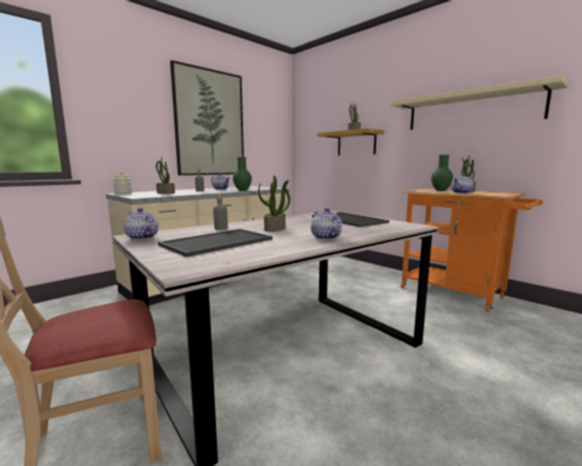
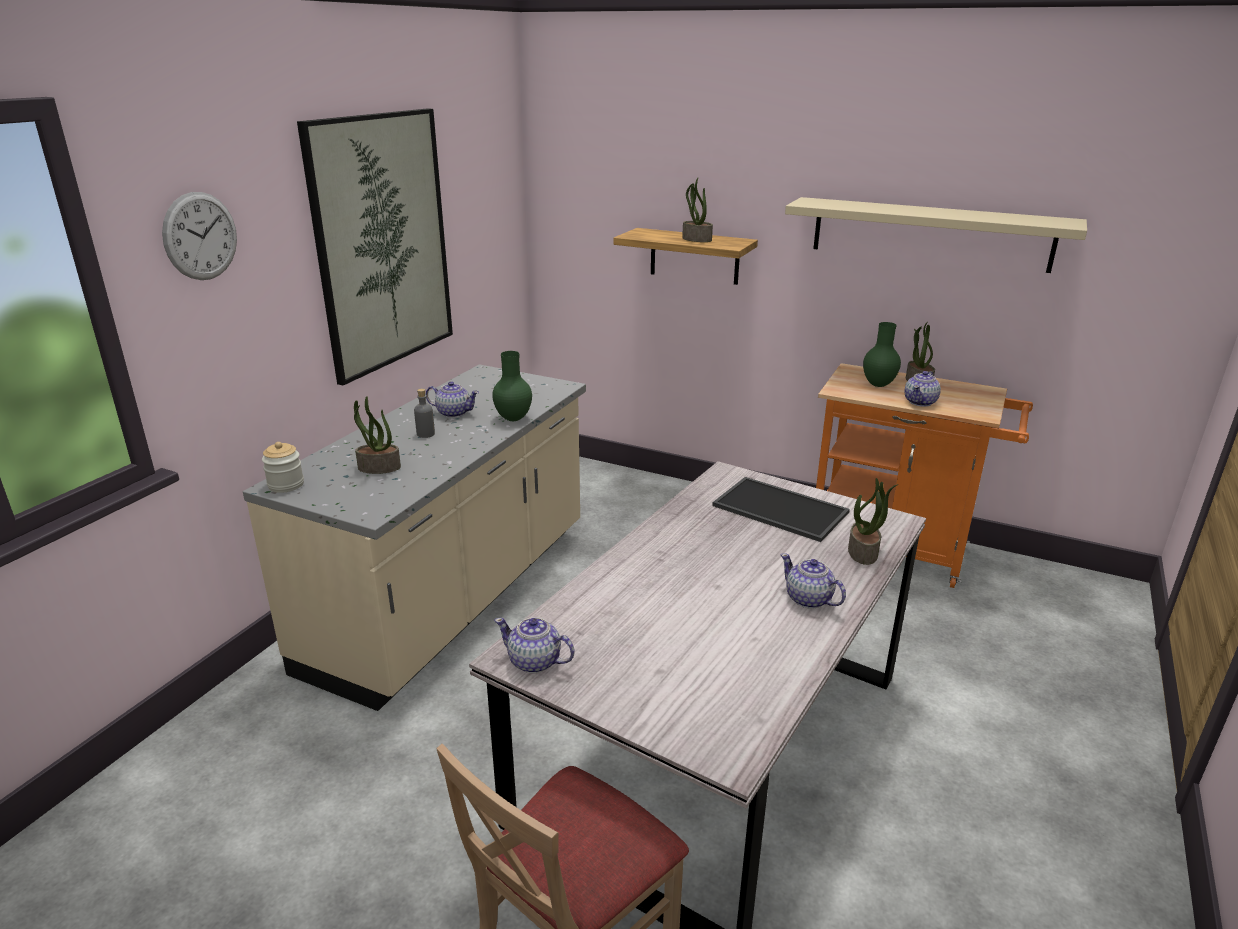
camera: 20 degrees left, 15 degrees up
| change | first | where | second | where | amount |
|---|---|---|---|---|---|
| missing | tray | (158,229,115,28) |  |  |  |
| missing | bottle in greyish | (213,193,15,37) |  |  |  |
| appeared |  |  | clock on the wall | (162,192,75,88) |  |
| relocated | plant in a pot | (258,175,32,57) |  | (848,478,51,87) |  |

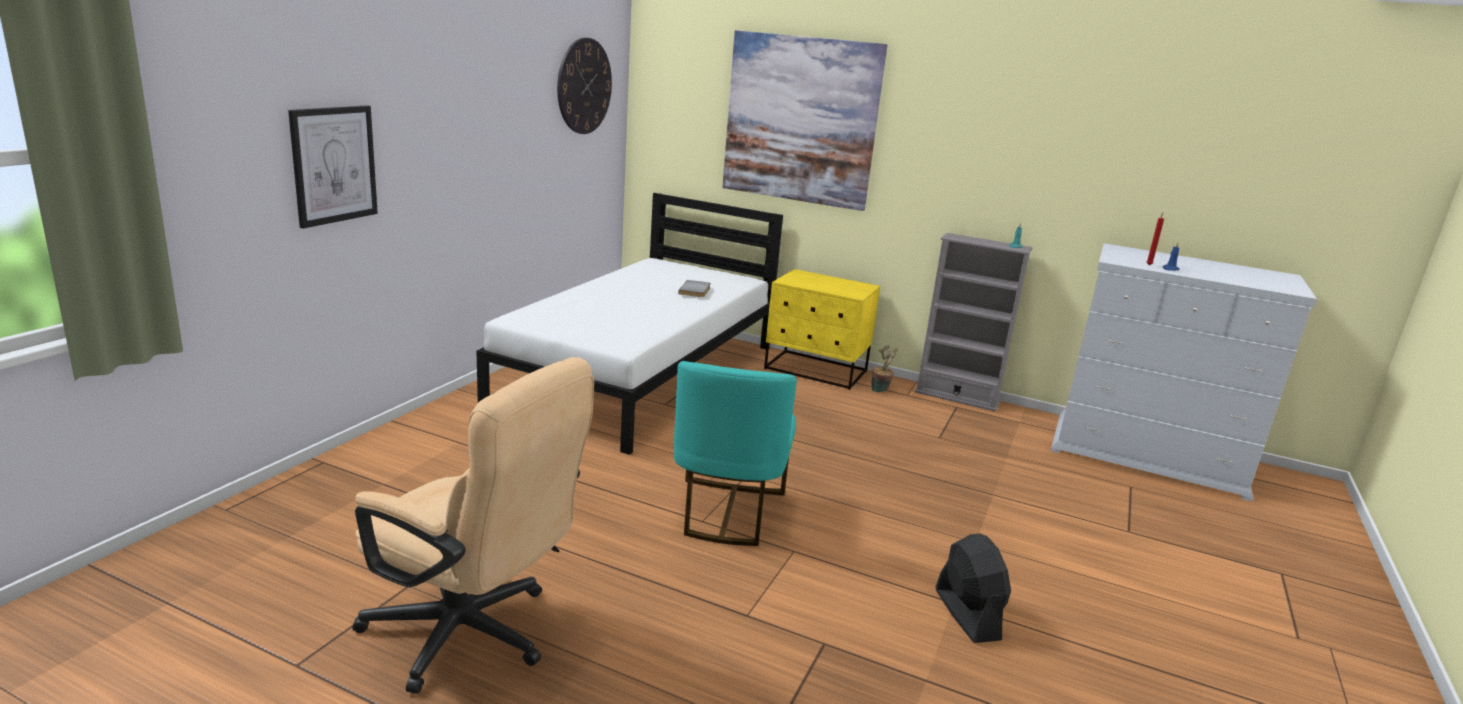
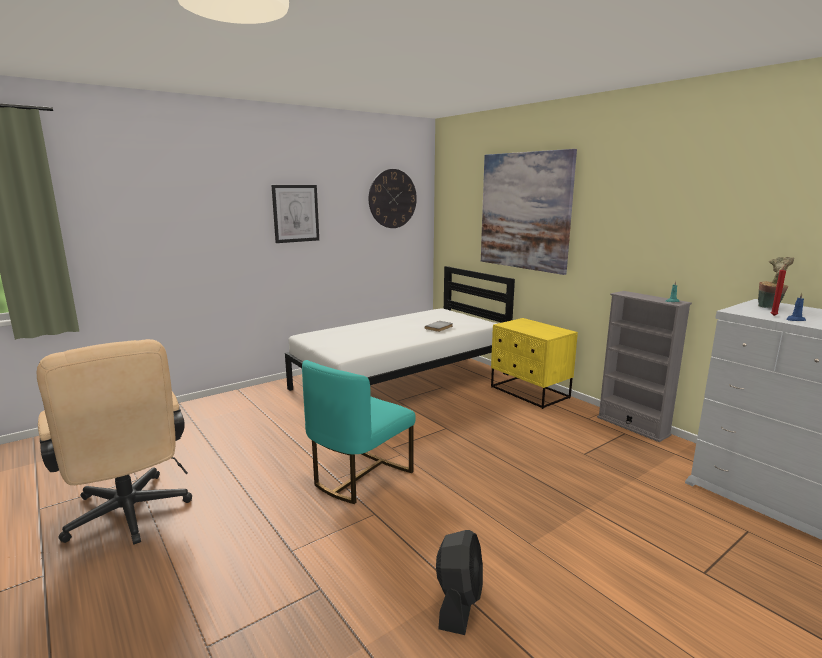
camera: 30 degrees right, 5 degrees down
| change | first | where | second | where | amount |
|---|---|---|---|---|---|
| relocated | wall art | (288,105,90,124) |  | (271,185,48,58) |  |
| relocated | plant in a pot | (871,345,27,47) |  | (758,257,36,51) |  |

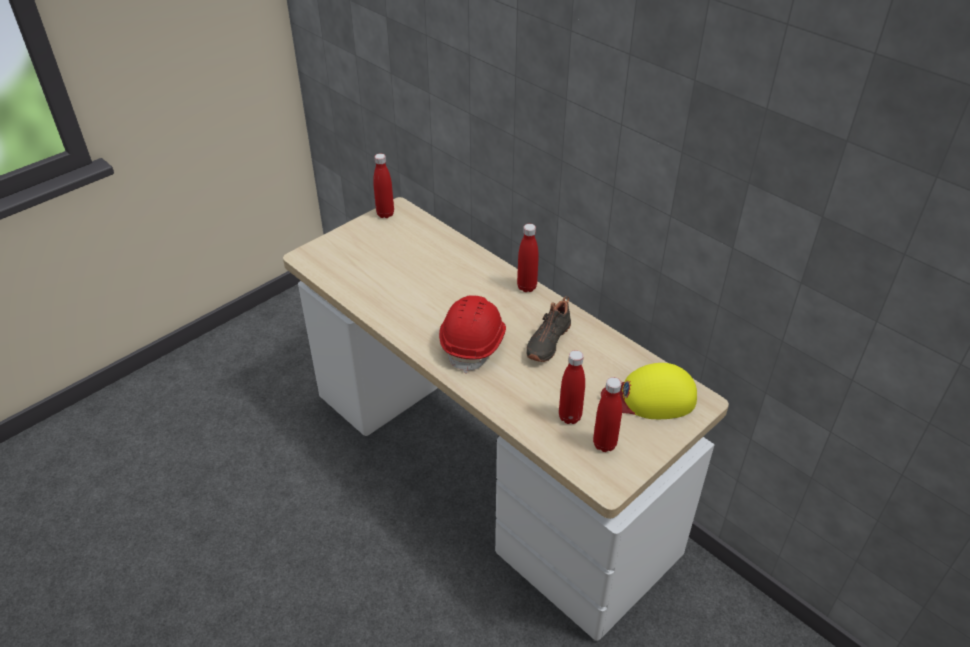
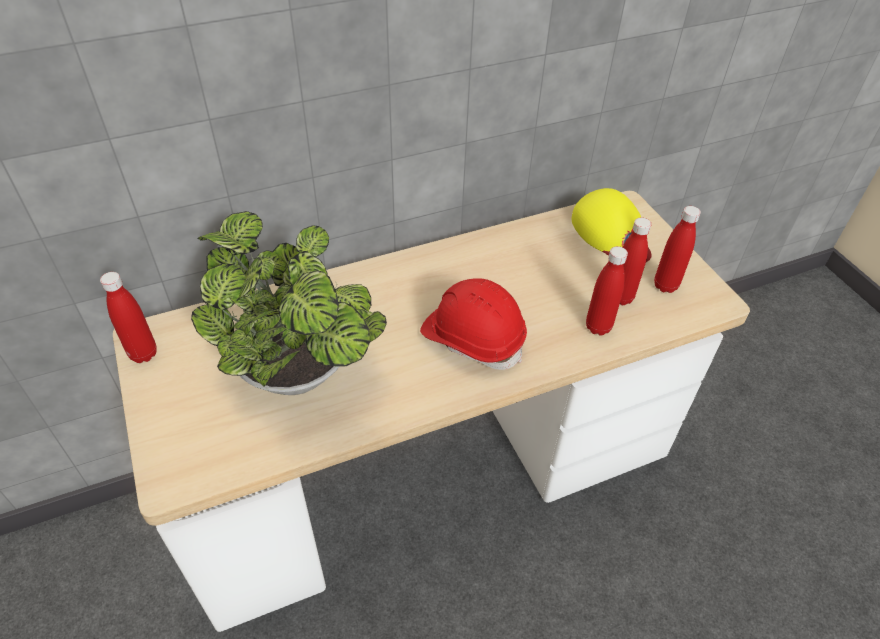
camera: 70 degrees left, 5 degrees up
| change | first | where | second | where | amount |
|---|---|---|---|---|---|
| missing | item of footwear in black-coloured | (526,296,45,66) |  |  |  |
| appeared |  |  | plant in a pot | (191,211,196,184) |  |
| relocated | bottle in red-coloured | (517,224,22,68) |  | (586,246,42,90) |  |
| spun | cap in yellow-coloured | (601,363,96,56) |  | (572,188,80,74) | 45 degrees counterclockwise |

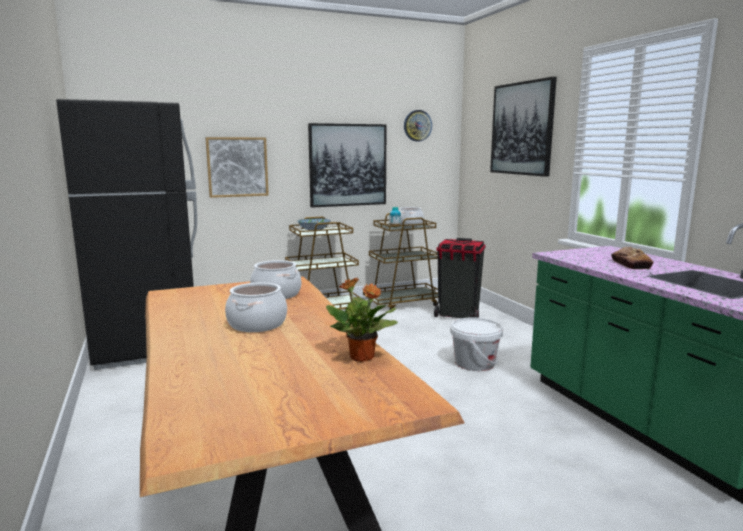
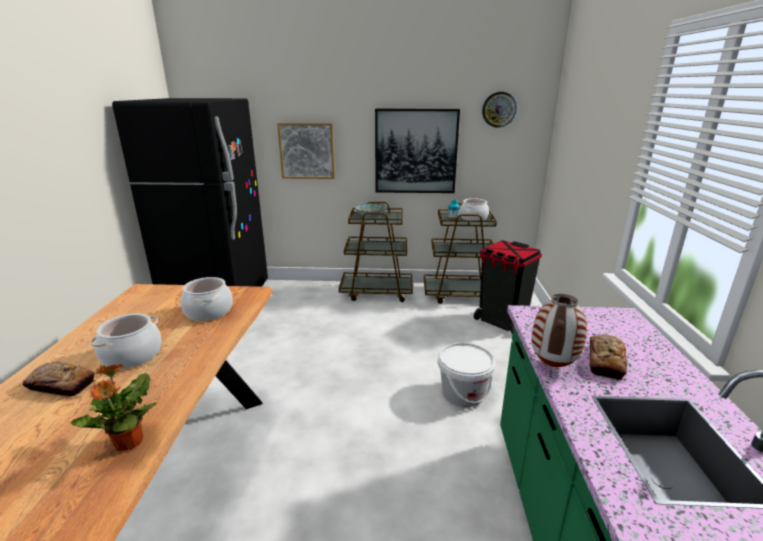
camera: 25 degrees right, 10 degrees up
| change | first | where | second | where | amount |
|---|---|---|---|---|---|
| missing | wall art | (490,77,67,100) |  |  |  |
| appeared |  |  | bread | (22,362,73,35) |  |
| appeared |  |  | decorative vase | (531,294,56,73) |  |

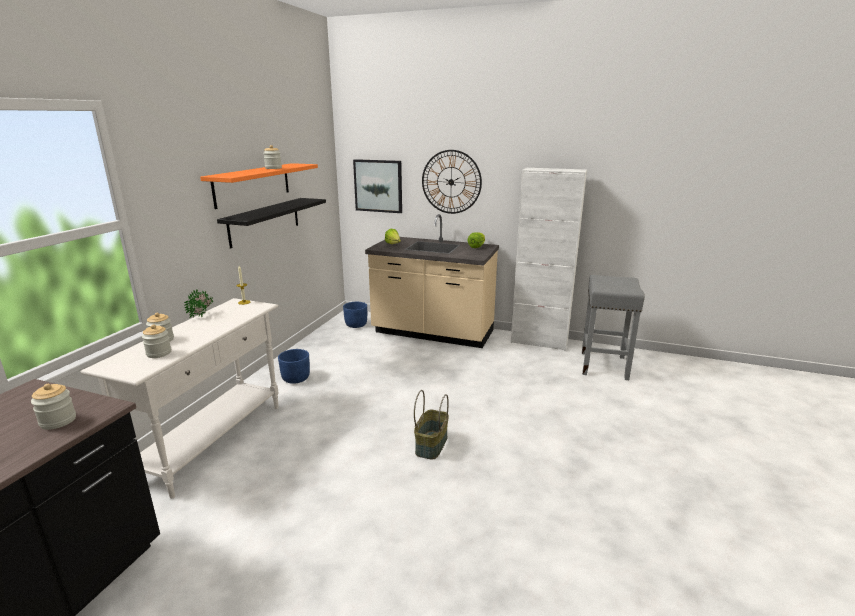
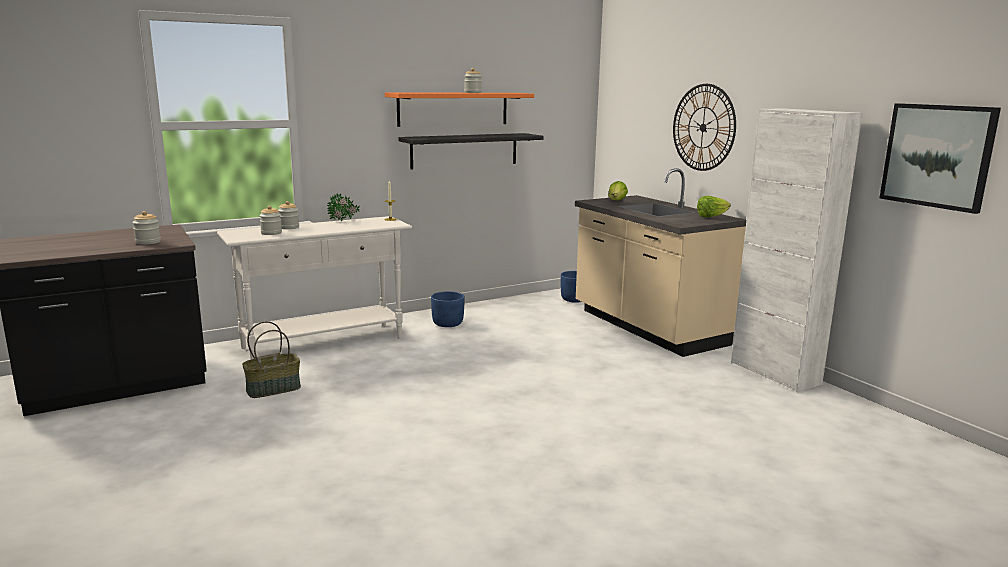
camera: 40 degrees right, 5 degrees down
| change | first | where | second | where | amount |
|---|---|---|---|---|---|
| missing | sitting stool in greyish | (582,275,63,105) |  |  |  |
| relocated | wall art | (353,159,49,54) |  | (880,103,121,111) |  |
| relocated | household basket | (414,390,35,70) |  | (242,321,59,77) |  |

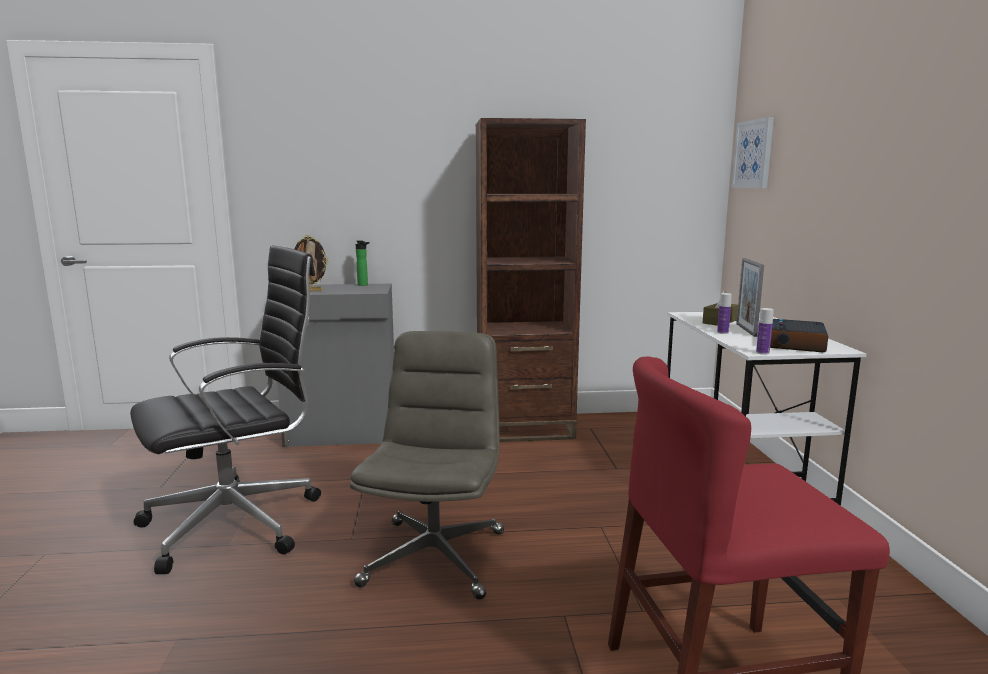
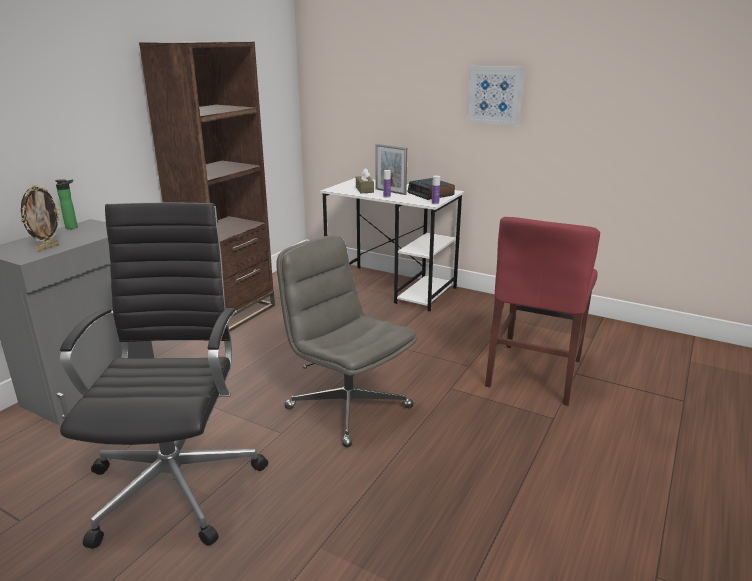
camera: 55 degrees left, 10 degrees up
| change | first | where | second | where | amount |
|---|---|---|---|---|---|
| relocated | wall art | (732,117,42,71) |  | (467,66,57,59) |  |

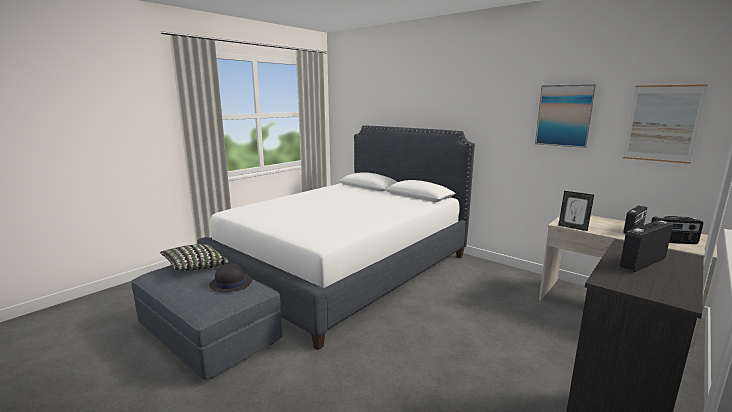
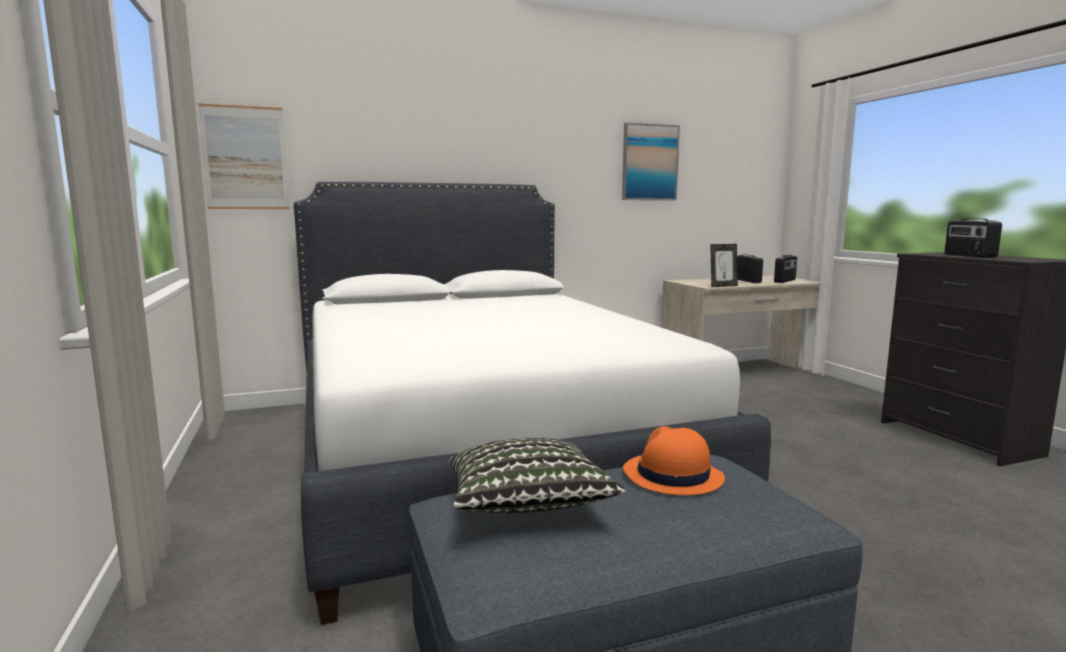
camera: 60 degrees left, 5 degrees down
| change | first | where | second | where | amount |
|---|---|---|---|---|---|
| relocated | wall art | (623,84,85,80) |  | (198,103,92,106) |  |
| colour | wearable hat in black-coloured | (209,263,43,29) | wearable hat in orangey | (623,426,102,69) |  |

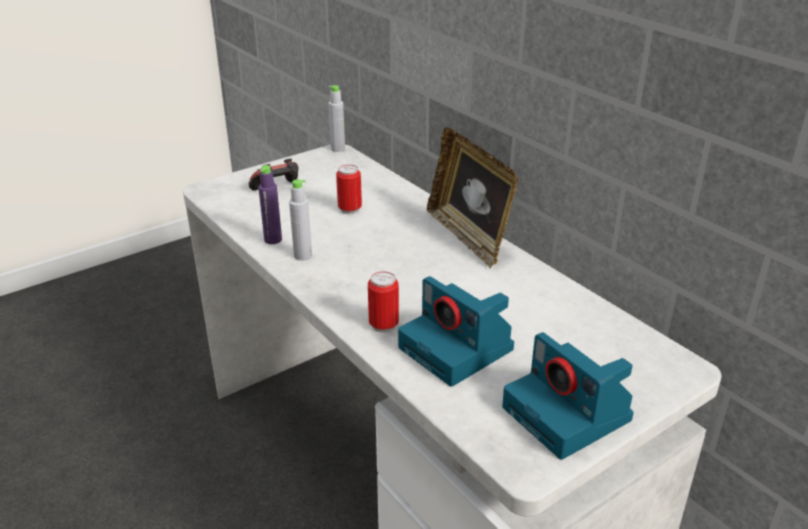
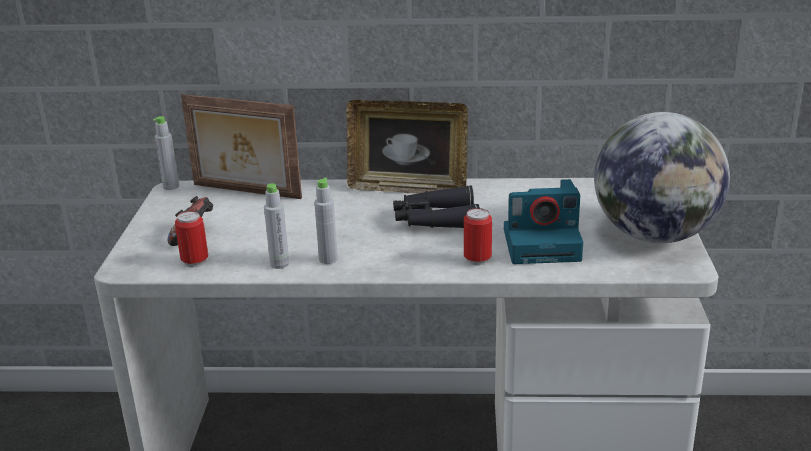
camera: 50 degrees left, 5 degrees down
| change | first | where | second | where | amount |
|---|---|---|---|---|---|
| appeared |  |  | photo frame | (181,94,121,105) |  |
| appeared |  |  | binoculars in black-coloured | (393,185,87,43) |  |
| relocated | metal can | (336,165,26,49) |  | (175,211,33,57) |  |
| exchanged | still camera | (502,332,132,128) | desk globe | (594,112,136,131) |  |
| colour | bottle in purple-coloured | (258,165,24,79) | bottle in greyish | (264,183,25,86) |  |

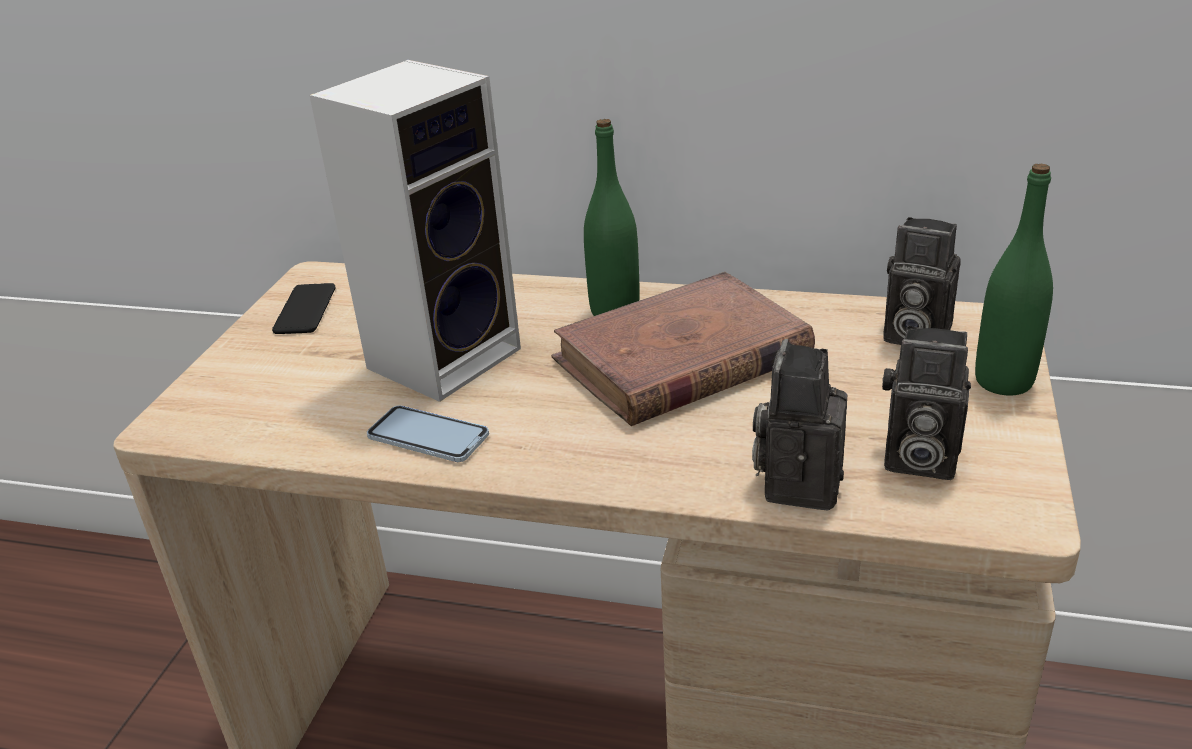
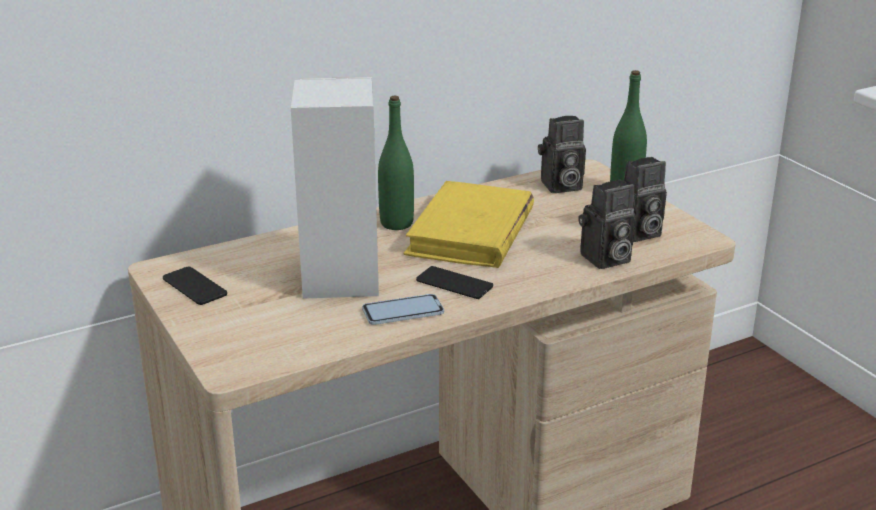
camera: 45 degrees left, 5 degrees down
| change | first | where | second | where | amount |
|---|---|---|---|---|---|
| appeared |  |  | handset | (416,266,77,33) |  |
| colour | book in brown-coloured | (551,272,264,154) | book in yellow-coloured | (404,181,130,87) |  |
| spun | still camera | (752,339,95,172) |  | (578,180,58,89) | 90 degrees counterclockwise |

